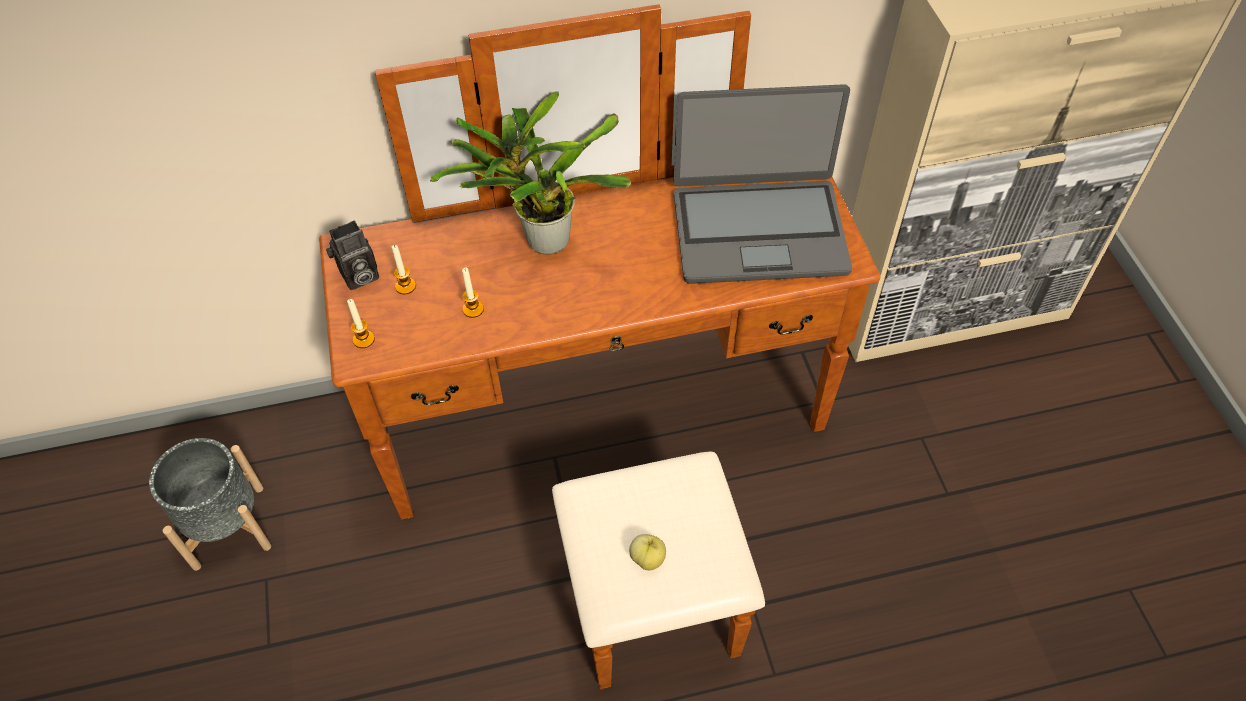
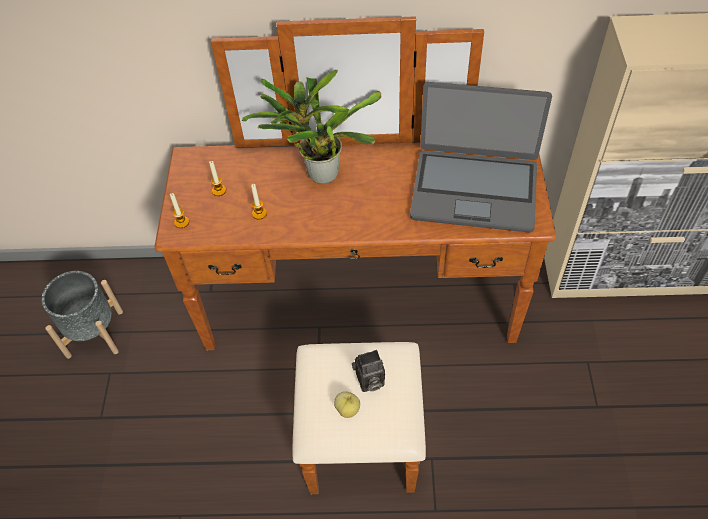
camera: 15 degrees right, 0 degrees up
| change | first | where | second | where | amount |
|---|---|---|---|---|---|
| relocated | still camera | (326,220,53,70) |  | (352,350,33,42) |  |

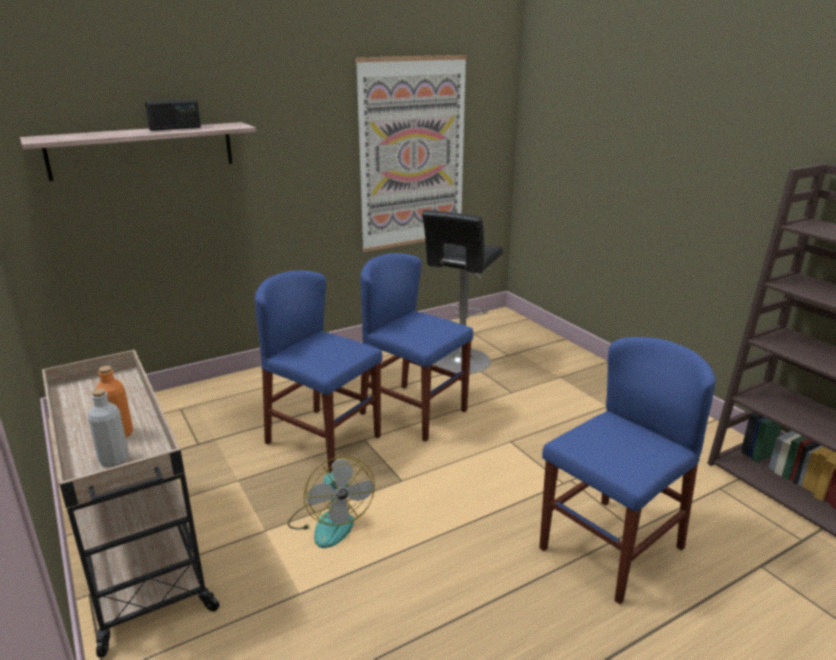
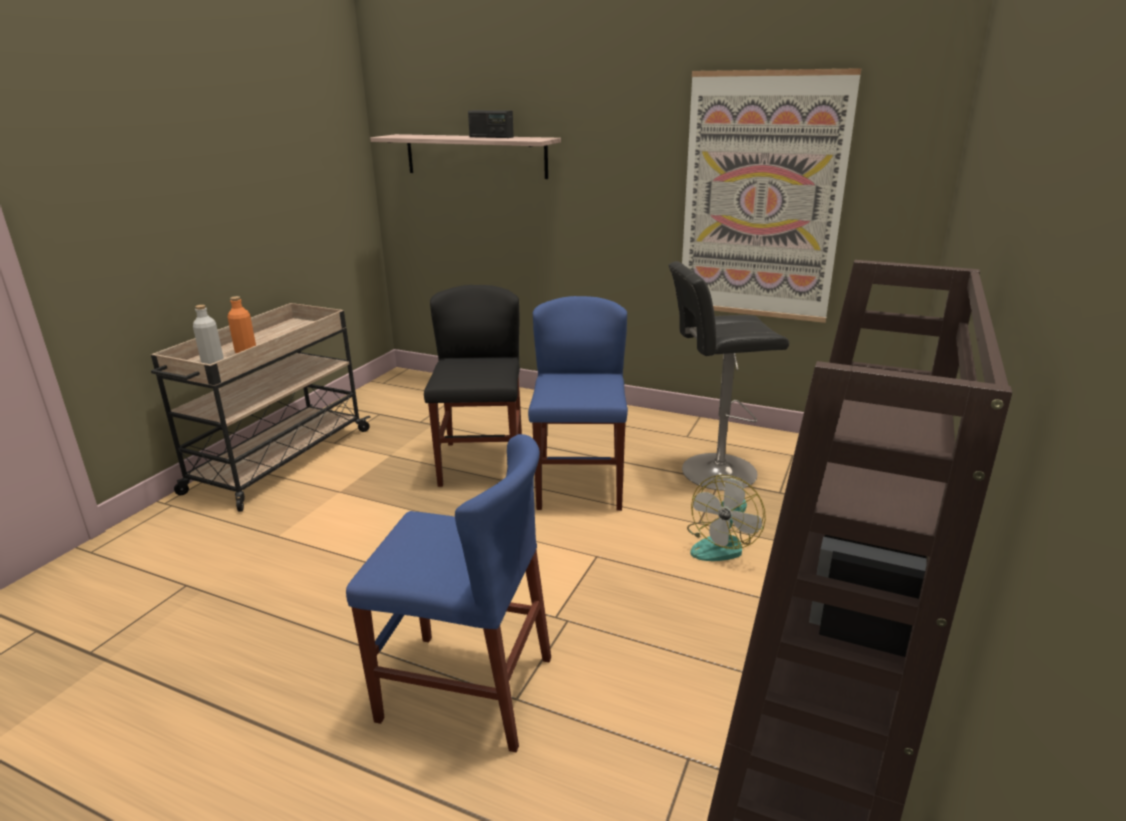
camera: 55 degrees right, 0 degrees up
| change | first | where | second | where | amount |
|---|---|---|---|---|---|
| relocated | electric fan | (288,456,87,92) |  | (687,475,79,86) |  |
| colour | chair in blue | (255,270,127,202) | chair in black-coloured | (424,285,98,202) |  |

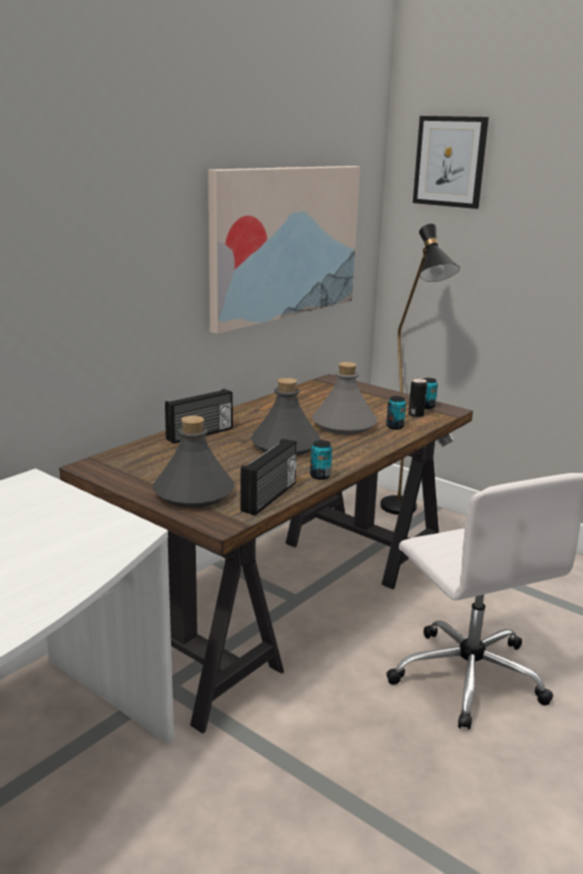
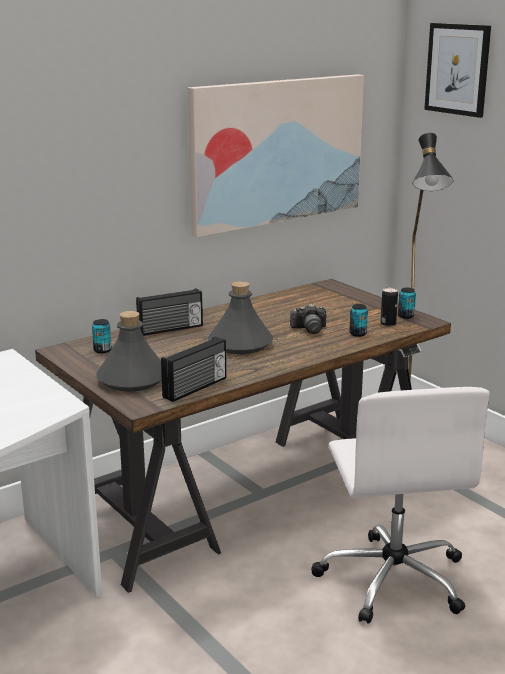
camera: 15 degrees right, 0 degrees up
| change | first | where | second | where | amount |
|---|---|---|---|---|---|
| relocated | metal can | (310,440,22,40) |  | (92,319,20,34) |  |
| exchanged | bottle in greyish | (312,362,65,73) | still camera | (289,304,37,30) |  |

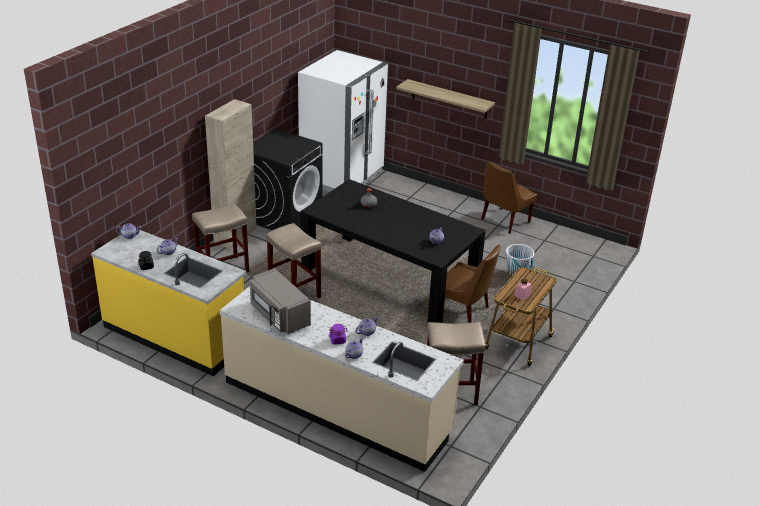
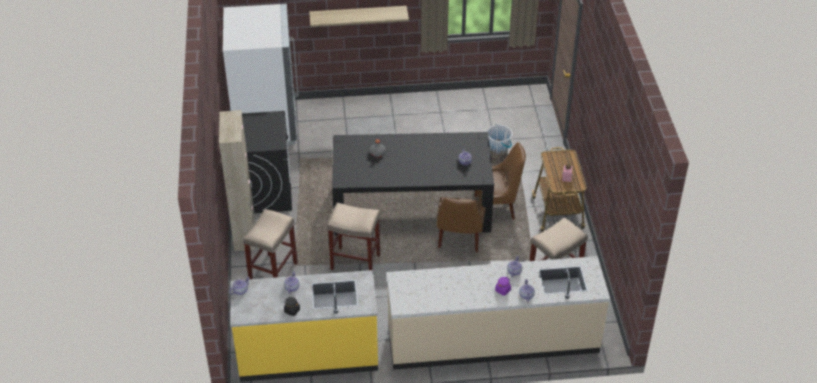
camera: 35 degrees left, 10 degrees up
| change | first | where | second | where | amount |
|---|---|---|---|---|---|
| missing | kitchen microwave in greyish | (250,268,61,66) |  |  |  |
| relocated | chair in brown-coloured | (481,161,56,73) |  | (437,197,49,55) |  |

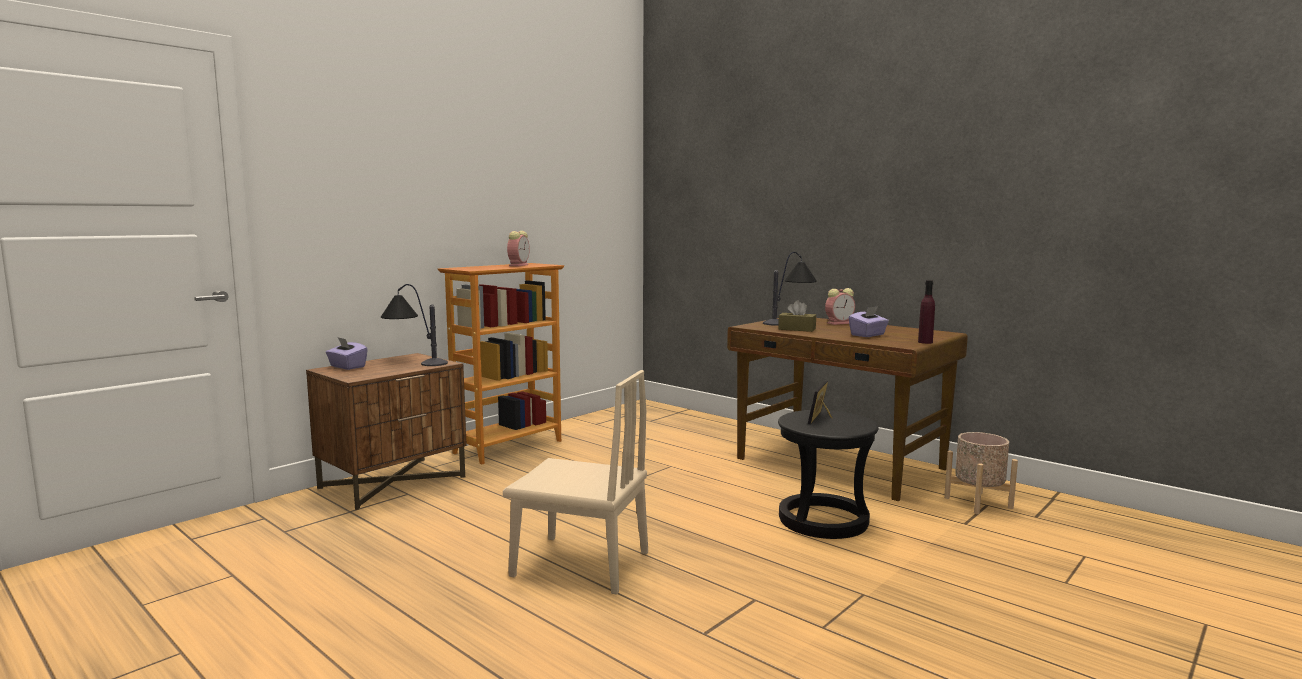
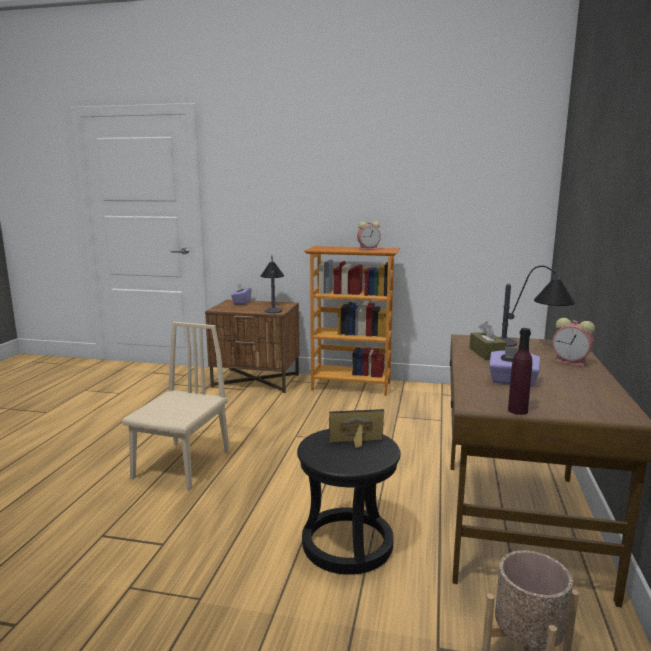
camera: 60 degrees right, 5 degrees up
| change | first | where | second | where | amount |
|---|---|---|---|---|---|
| spun | chair in sand-coloured | (503,370,145,225) |  | (122,322,108,168) | 150 degrees counterclockwise |

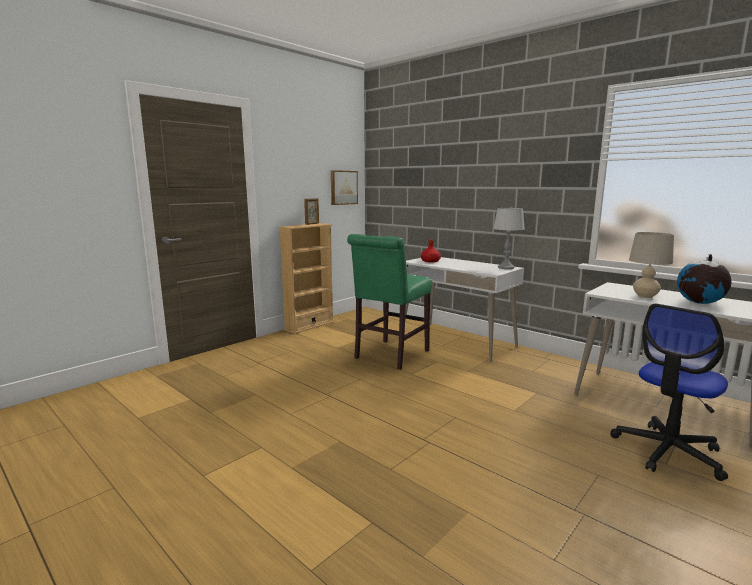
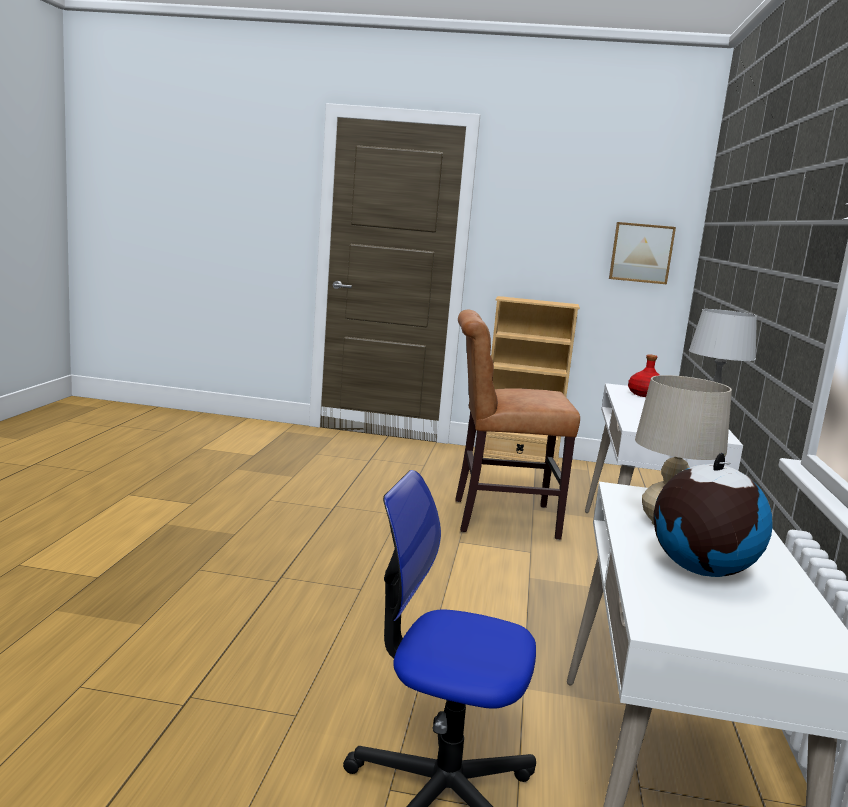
camera: 55 degrees right, 0 degrees up
| change | first | where | second | where | amount |
|---|---|---|---|---|---|
| missing | photo frame | (304,198,15,27) |  |  |  |
| colour | chair in green-coloured | (347,234,85,136) | chair in brown-coloured | (455,310,125,230) |  |

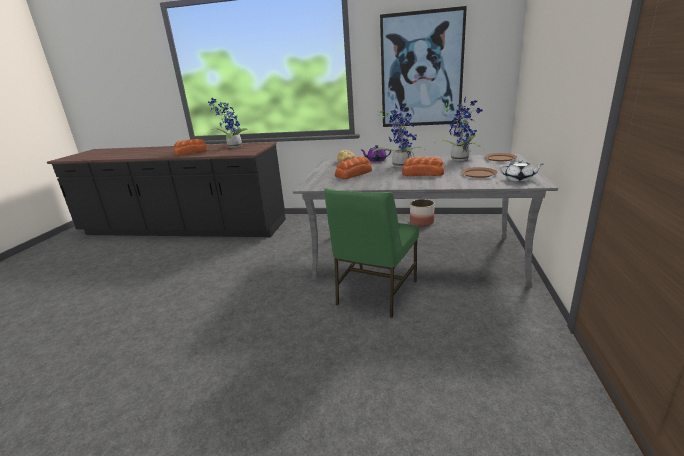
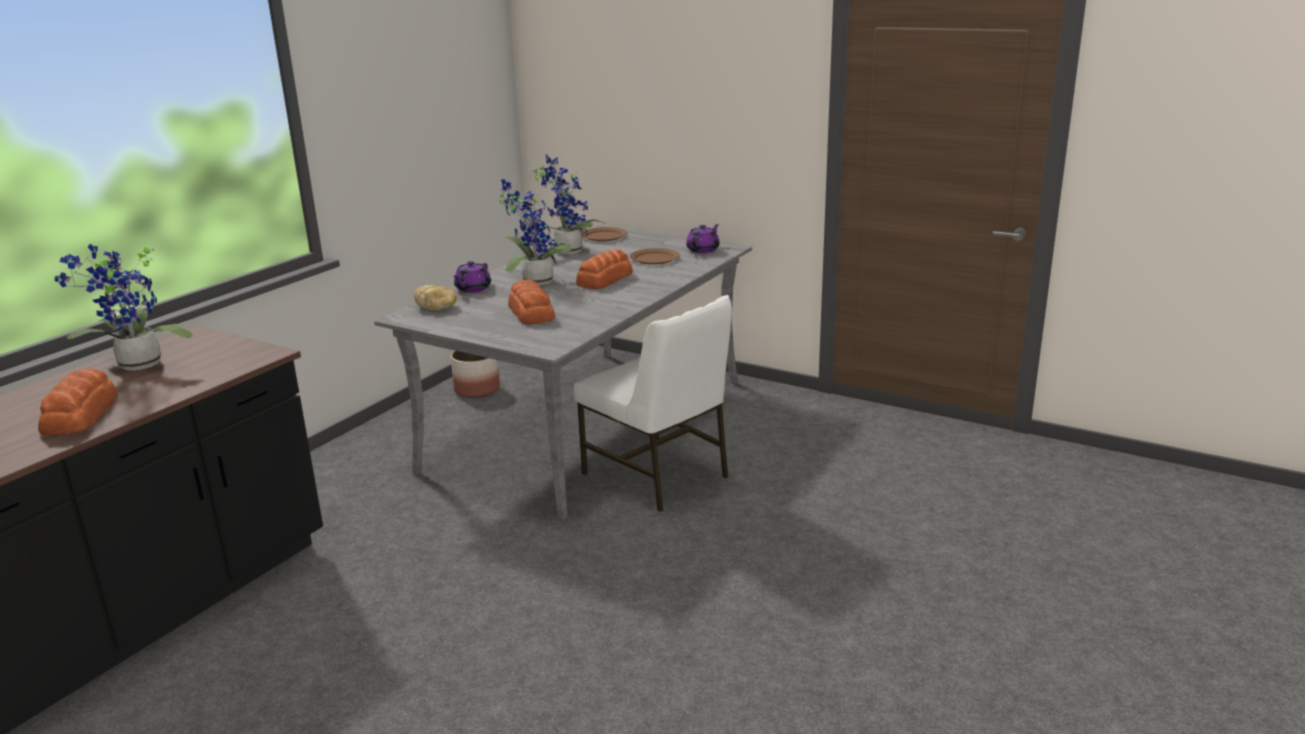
camera: 70 degrees left, 0 degrees up
| change | first | where | second | where | amount |
|---|---|---|---|---|---|
| missing | wall art | (380,6,87,121) |  |  |  |
| colour | chair in green-coloured | (324,188,95,130) | chair in whitish | (574,295,158,217) |  |
| colour | teapot in whitish | (499,159,44,22) | teapot in purple-coloured | (686,224,34,29) |  |

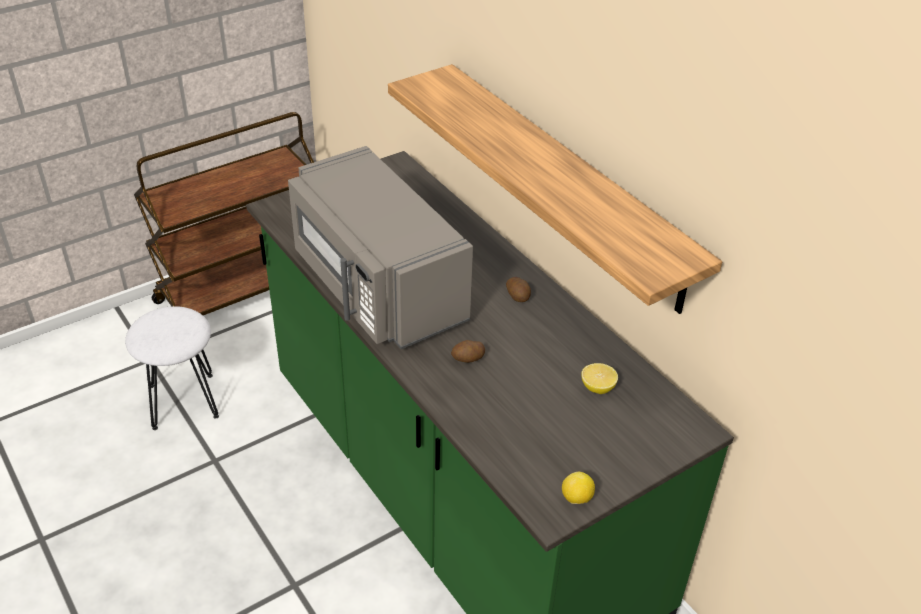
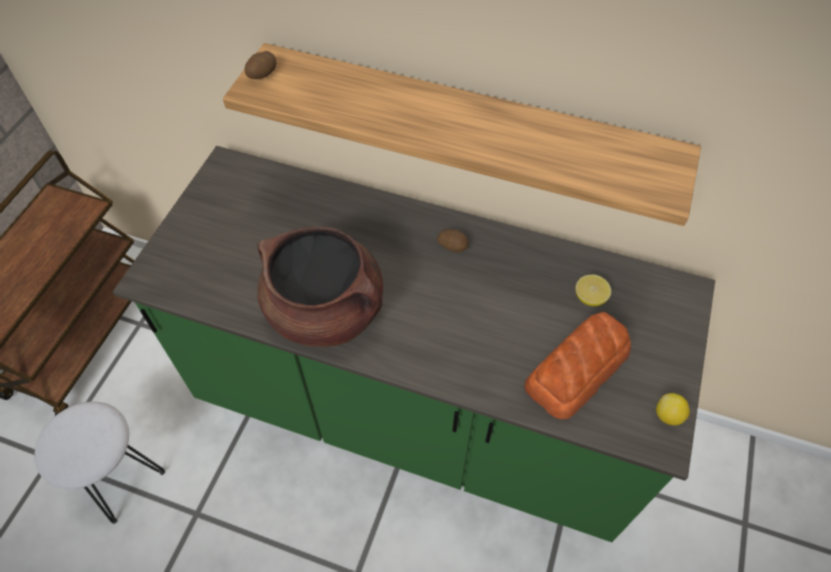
camera: 35 degrees left, 15 degrees up
| change | first | where | second | where | amount |
|---|---|---|---|---|---|
| appeared |  |  | bread | (524,312,107,107) |  |
| relocated | spud | (451,340,34,23) |  | (244,51,32,28) |  |
| exchanged | kitchen microwave in greyish | (288,146,185,203) | saucepot in brown-coloured | (257,227,126,120) |  |

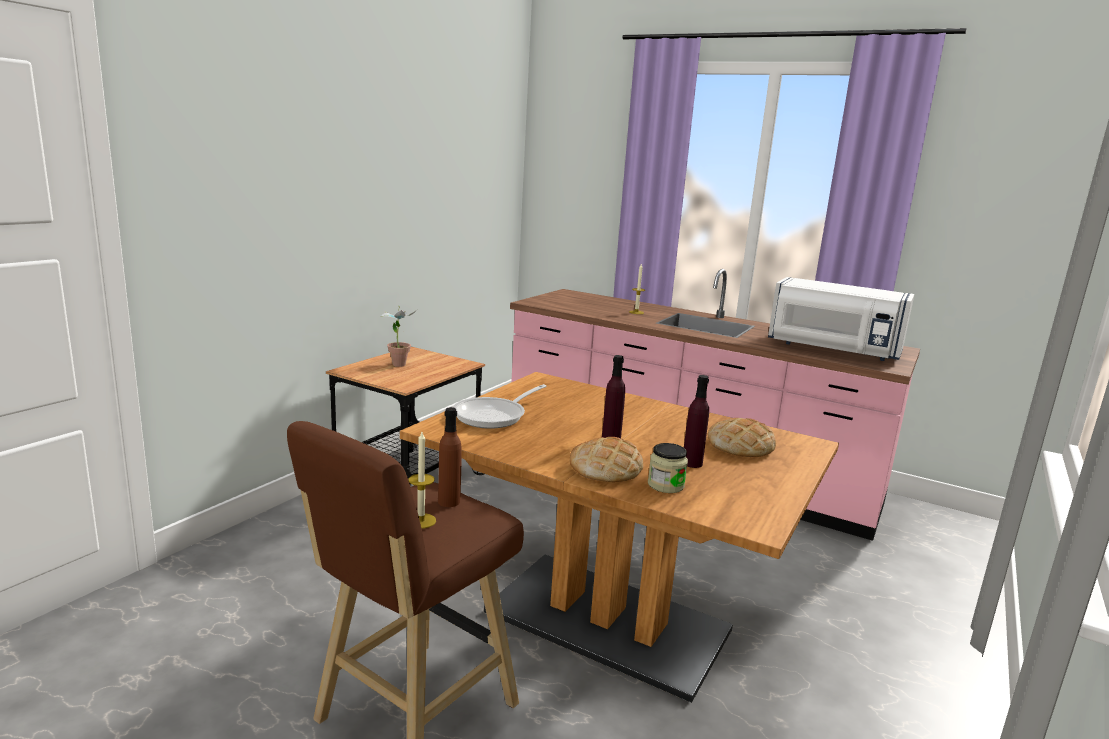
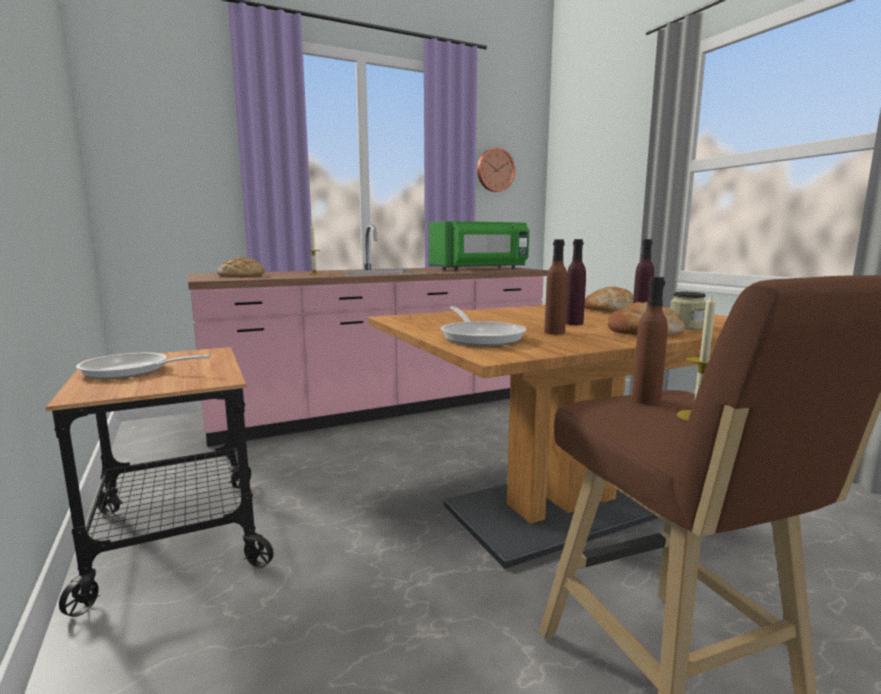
camera: 55 degrees left, 5 degrees down
| change | first | where | second | where | amount |
|---|---|---|---|---|---|
| appeared |  |  | bread | (217,257,47,20) |  |
| appeared |  |  | clock on the wall | (477,148,38,44) |  |
| appeared |  |  | bottle in brown-coloured | (544,239,24,95) |  |
| exchanged | plant in a pot | (380,306,37,61) | frying pan | (76,353,135,26) |  |
| colour | kitchen microwave in whitish | (768,277,146,84) | kitchen microwave in green-coloured | (429,221,100,50) |  |

